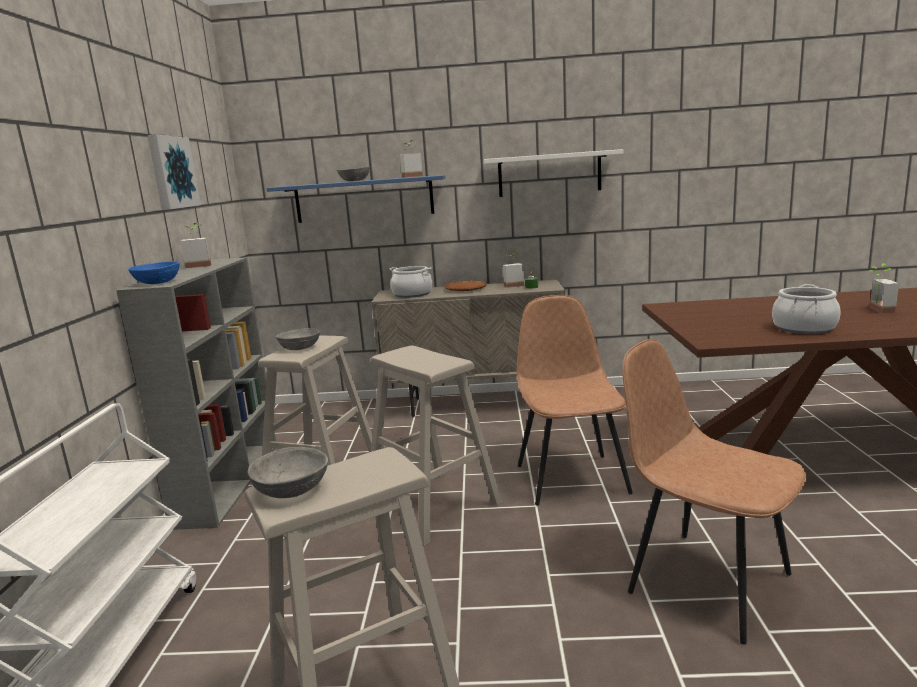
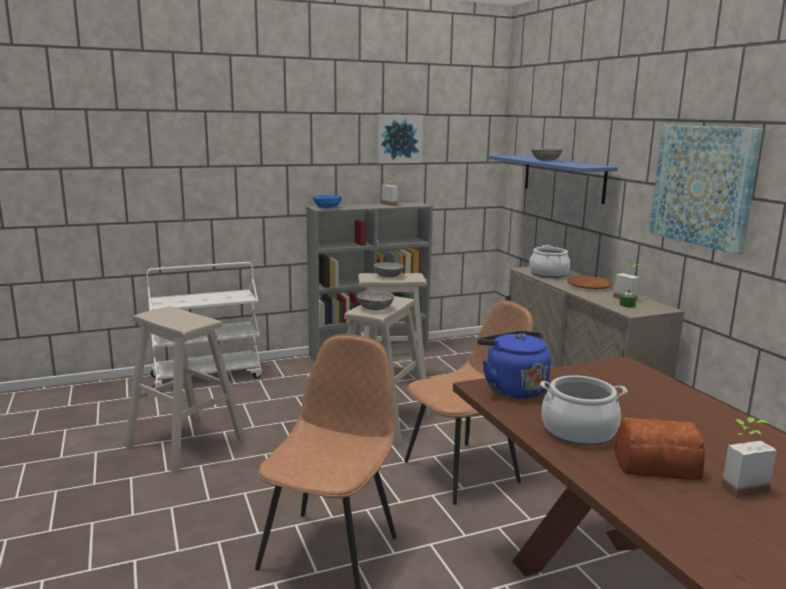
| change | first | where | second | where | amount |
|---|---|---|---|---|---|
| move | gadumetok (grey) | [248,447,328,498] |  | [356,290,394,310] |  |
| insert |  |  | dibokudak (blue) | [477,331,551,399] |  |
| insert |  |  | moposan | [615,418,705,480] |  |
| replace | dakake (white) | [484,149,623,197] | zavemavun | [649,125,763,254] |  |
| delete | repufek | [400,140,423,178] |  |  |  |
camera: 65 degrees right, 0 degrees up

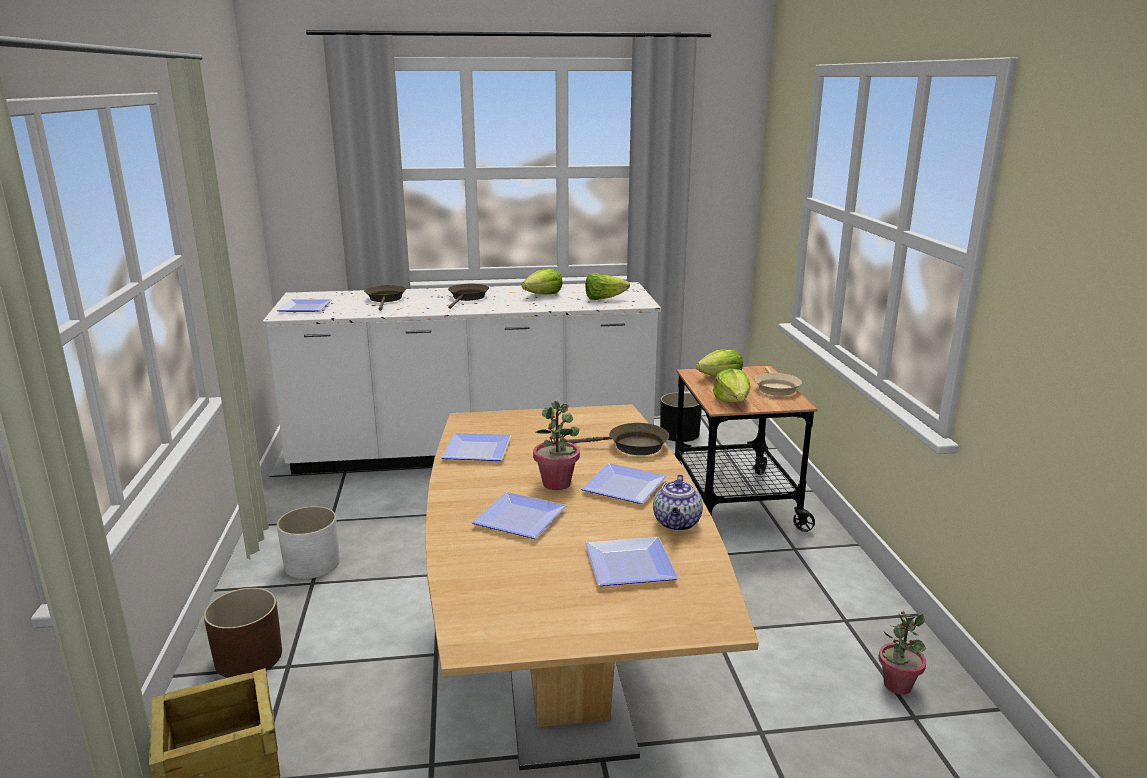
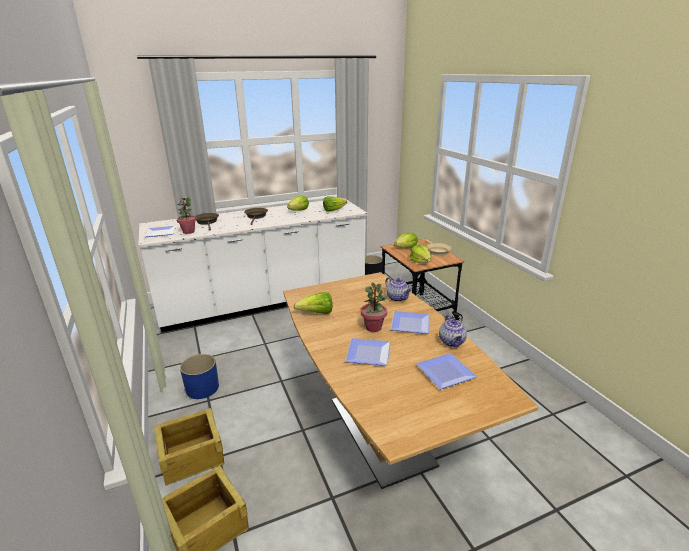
| change | first | where | second | where | amount |
|---|---|---|---|---|---|
| replace | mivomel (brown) | [204,588,282,678] | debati | [154,408,224,485] |  |
| move | repufek | [879,611,926,695] |  | [177,197,196,234] |  |
| recolor | mivomel (white) | [277,506,340,579] | mivomel (blue) | [180,354,219,399] |  |
| replace | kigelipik | [441,433,511,461] | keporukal | [294,292,332,314] |  |
| replace | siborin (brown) | [567,423,669,455] | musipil | [385,277,411,302] |  |
camera: 15 degrees left, 5 degrees up

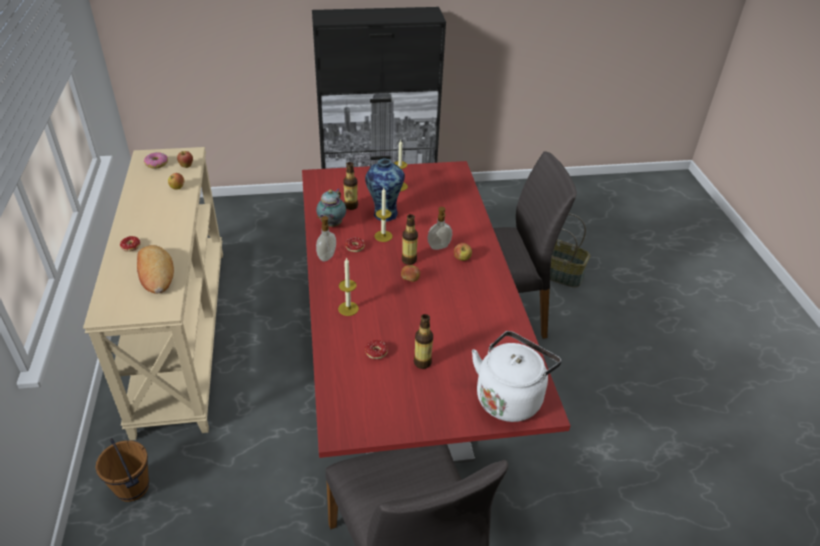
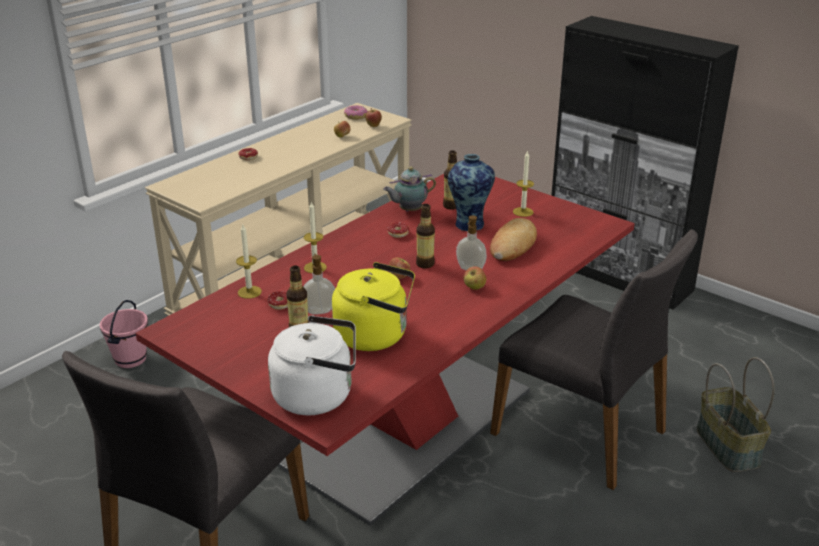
| change | first | where | second | where | amount |
|---|---|---|---|---|---|
| recolor | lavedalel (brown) | [96,438,149,502] | lavedalel (pink) | [100,300,148,368] |  |
| move | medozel | [375,188,392,242] |  | [236,225,262,299] |  |
| move | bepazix | [316,216,336,261] |  | [304,254,335,315] |  |
| insert |  |  | dibokudak (yellow) | [332,262,415,351] |  |
| move | moposan | [137,245,174,294] |  | [490,218,537,261] |  |
camera: 50 degrees right, 10 degrees down

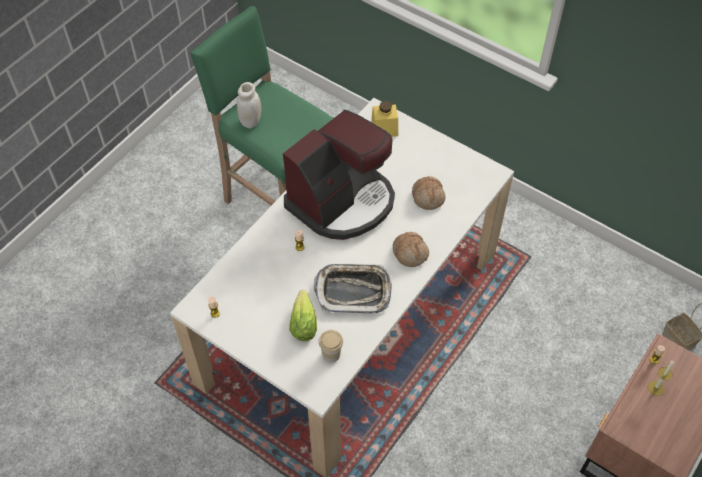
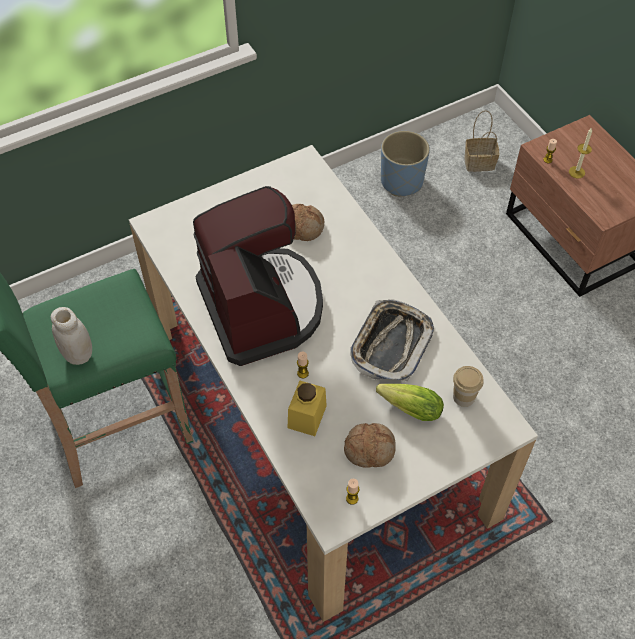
| change | first | where | second | where | amount |
|---|---|---|---|---|---|
| move | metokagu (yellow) | [371,101,398,137] |  | [288,381,327,436] |  |
| move | moposan | [393,232,429,267] |  | [344,423,396,468] |  |
| insert |  |  | mivomel (blue) | [381,131,430,196] |  |
camera: 65 degrees left, 0 degrees up

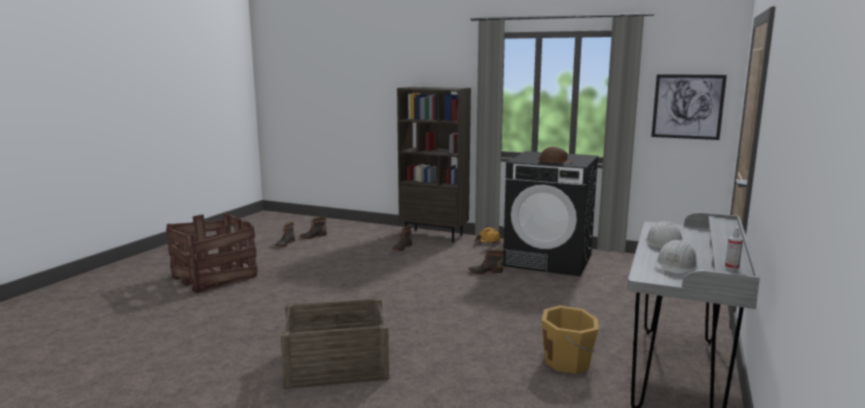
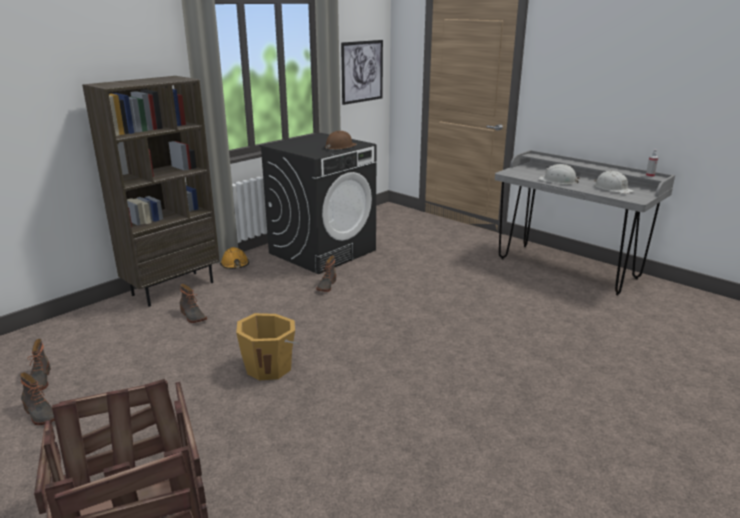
| change | first | where | second | where | amount |
|---|---|---|---|---|---|
| move | lavedalel (orange) | [542,305,599,374] |  | [236,313,299,381] |  |
| delete | debati | [280,297,390,389] |  |  |  |
camera: 70 degrees left, 10 degrees up

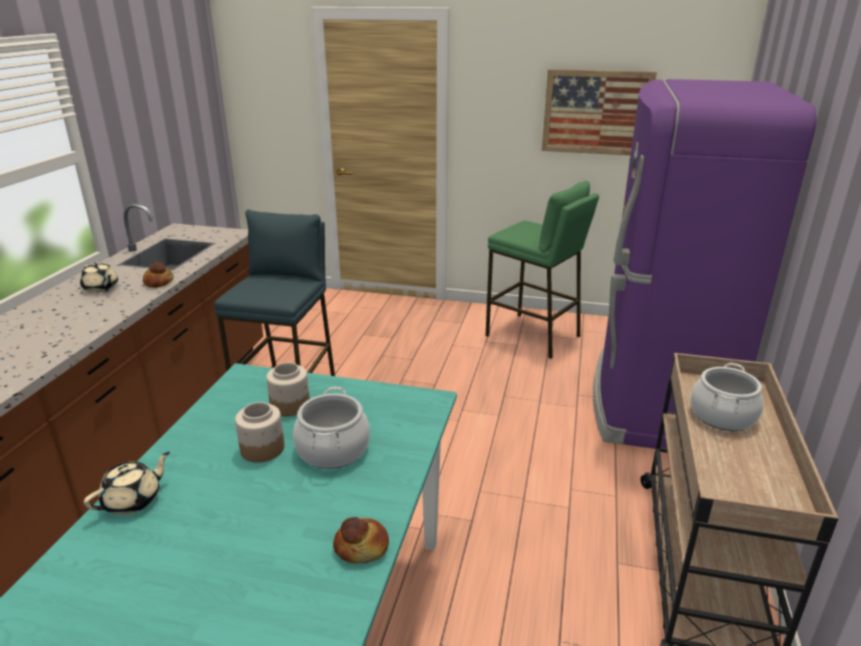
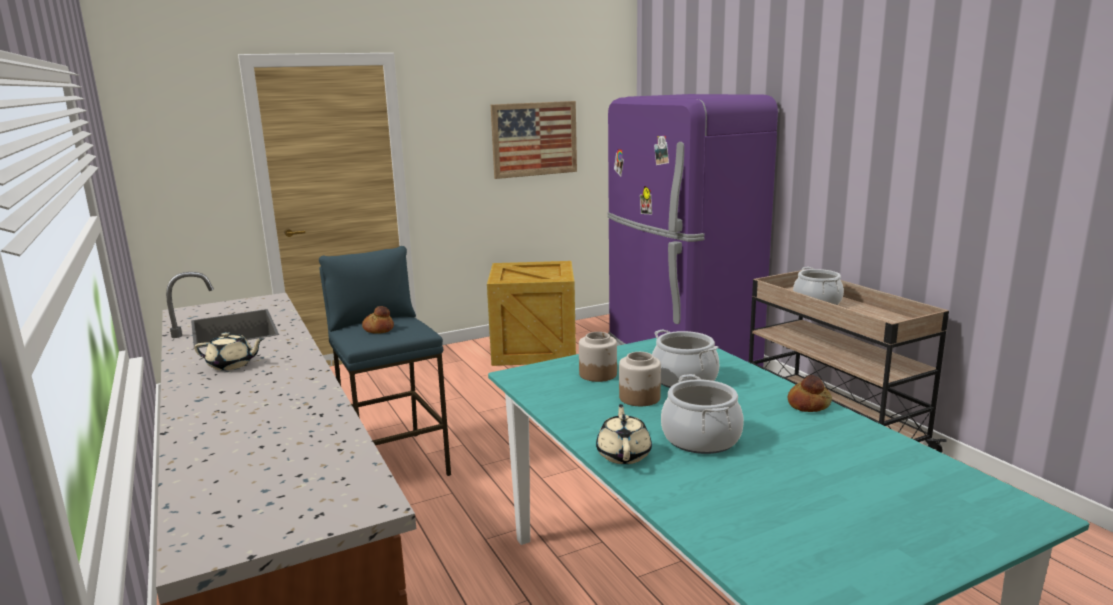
| change | first | where | second | where | amount |
|---|---|---|---|---|---|
| move | moposan | [143,261,173,288] |  | [362,306,394,334] |  |
| replace | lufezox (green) | [486,181,599,359] | debati | [487,261,576,366] |  |
| insert |  |  | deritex | [661,374,744,454] |  |
camera: 40 degrees left, 10 degrees down

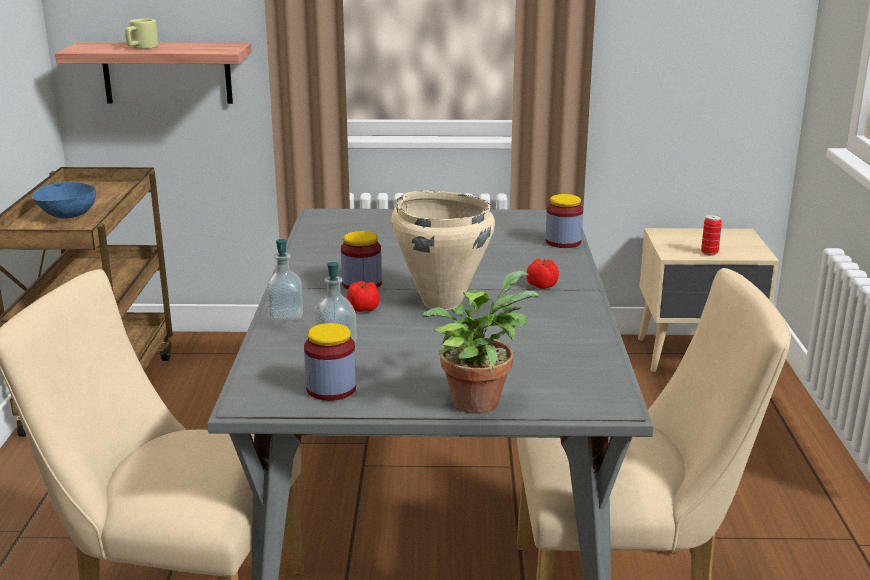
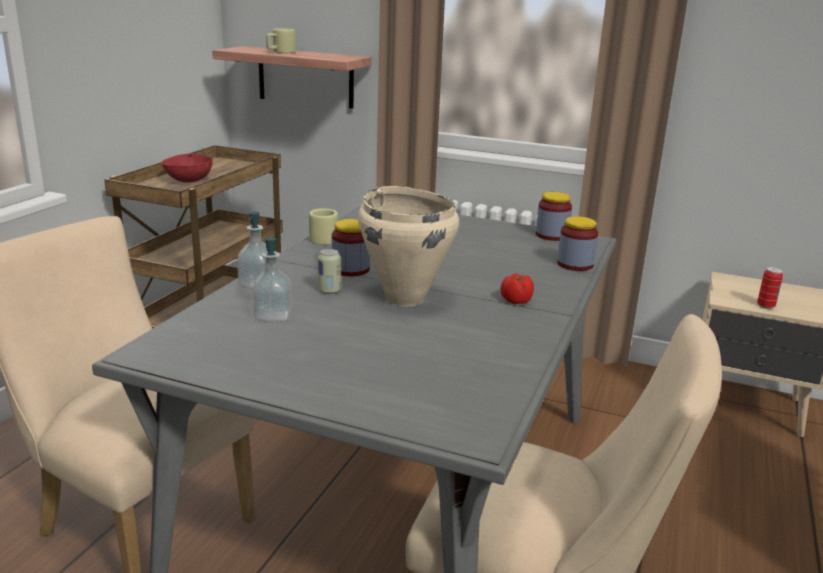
| change | first | where | second | where | amount |
|---|---|---|---|---|---|
| recolor | gadumetok (blue) | [32,182,96,219] | gadumetok (red) | [161,154,213,183] |  |
| insert |  |  | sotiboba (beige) | [309,208,338,245] |  |
| replace | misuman | [347,281,379,312] | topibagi | [318,249,341,294] |  |
| move | metokagu | [304,323,356,401] |  | [536,192,572,241] |  |
| delete | repufek | [422,271,538,414] |  |  |  |
camera: 20 degrees right, 0 degrees up

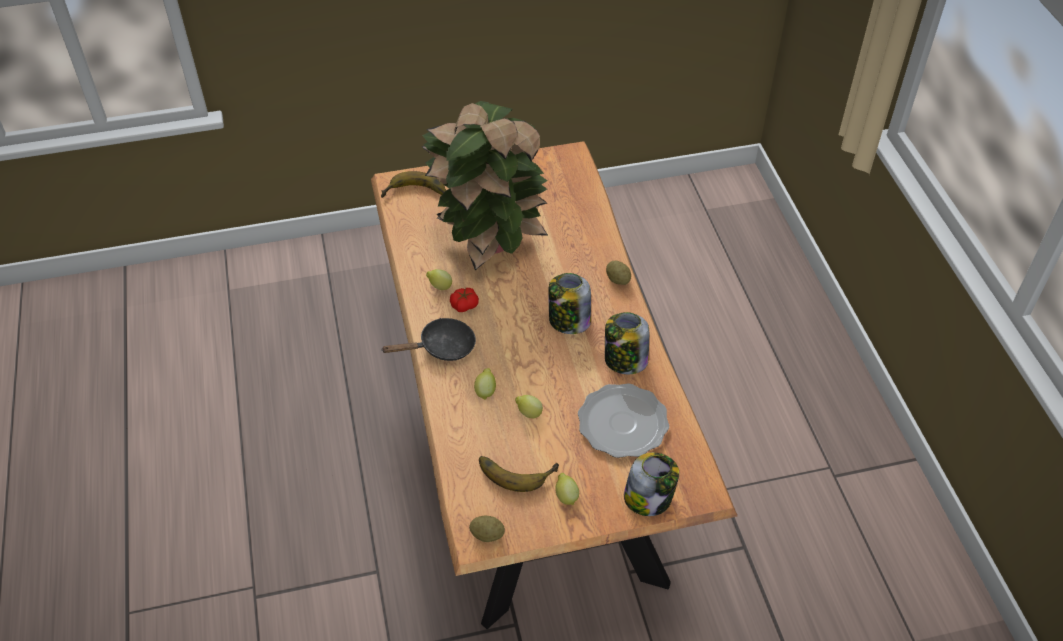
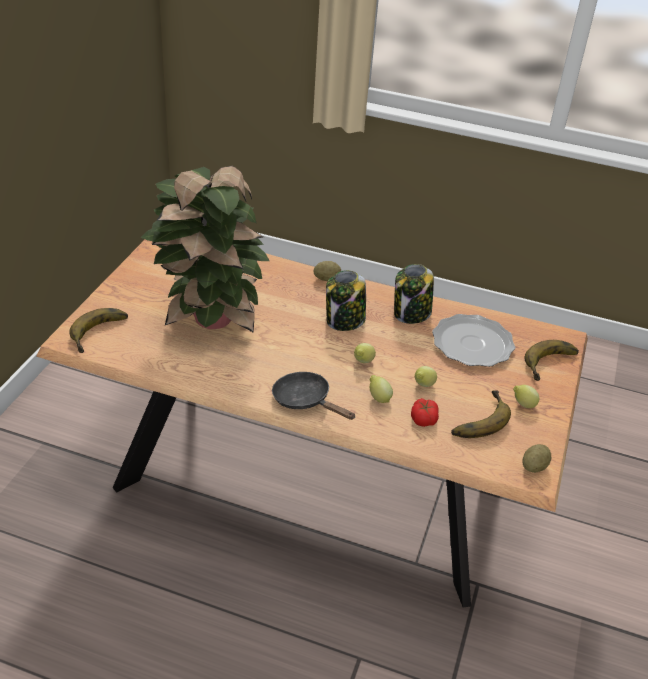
| change | first | where | second | where | amount |
|---|---|---|---|---|---|
| rotate | siborin (black) | [382,318,476,361] |  | [272,372,356,420] | 60 degrees counterclockwise |
| move | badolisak | [426,269,452,290] |  | [354,343,376,363] |  |
| move | misuman | [450,288,479,312] |  | [411,398,439,427] |  |
| replace | metokagu | [624,453,679,516] | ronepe | [525,340,579,381] |  |
camera: 60 degrees left, 10 degrees down

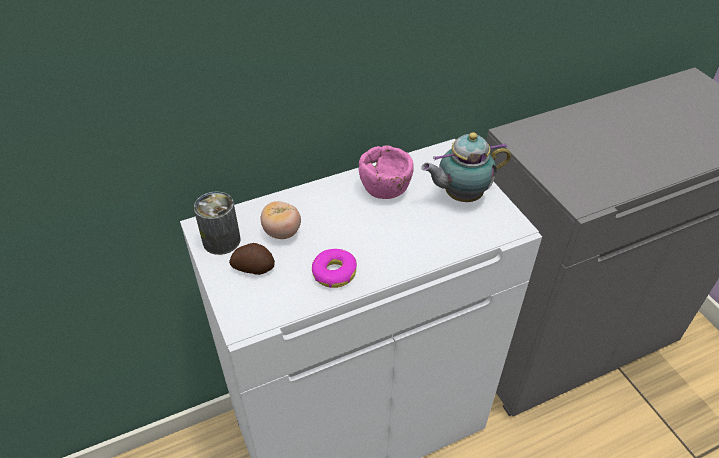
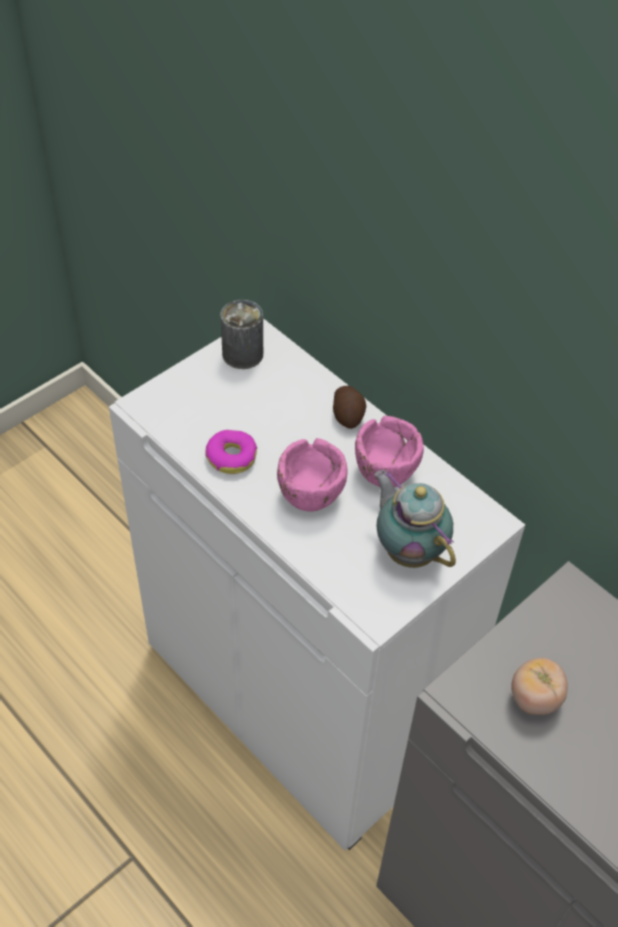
| change | first | where | second | where | amount |
|---|---|---|---|---|---|
| insert |  |  | gadumetok (pink) | [277,438,348,511] |  |
| move | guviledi | [229,243,275,275] |  | [333,386,366,429] |  |
| move | misuman | [261,201,301,239] |  | [511,658,568,715] |  |
camera: 70 degrees right, 5 degrees up

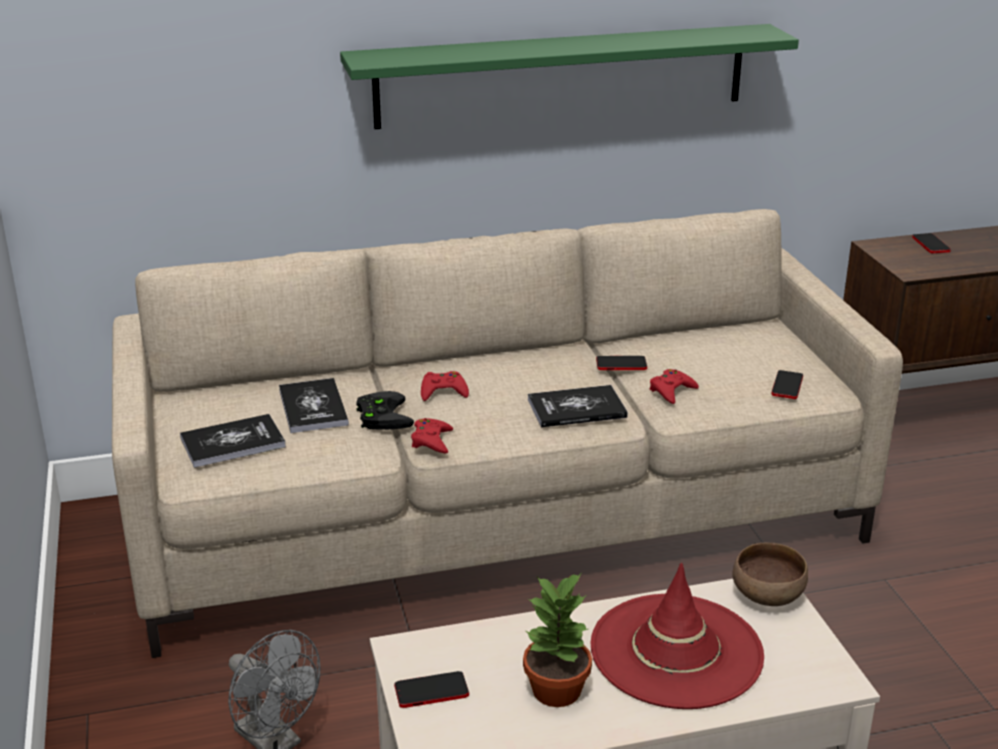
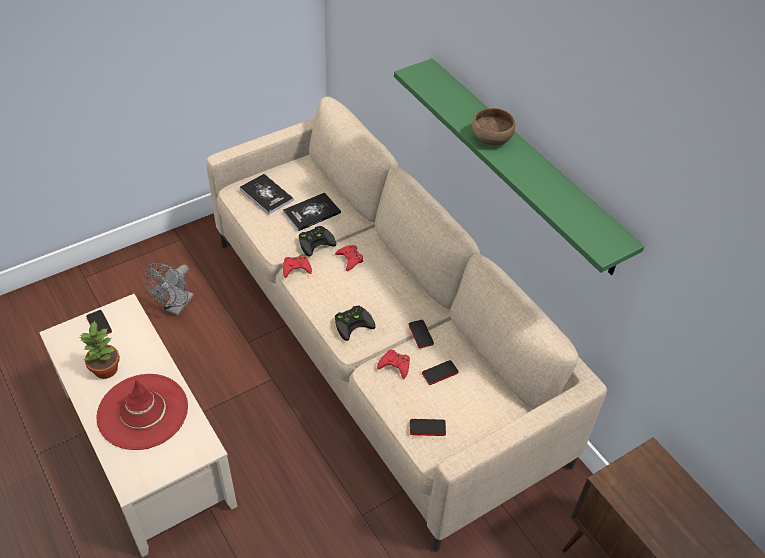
| change | first | where | second | where | amount |
|---|---|---|---|---|---|
| replace | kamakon | [528,385,628,427] | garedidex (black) | [335,305,376,341] |  |
| move | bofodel | [912,233,951,254] |  | [422,360,459,385] |  |
| move | gadumetok (brown) | [733,543,808,606] |  | [472,108,515,145] |  |
camera: 70 degrees right, 20 degrees up

